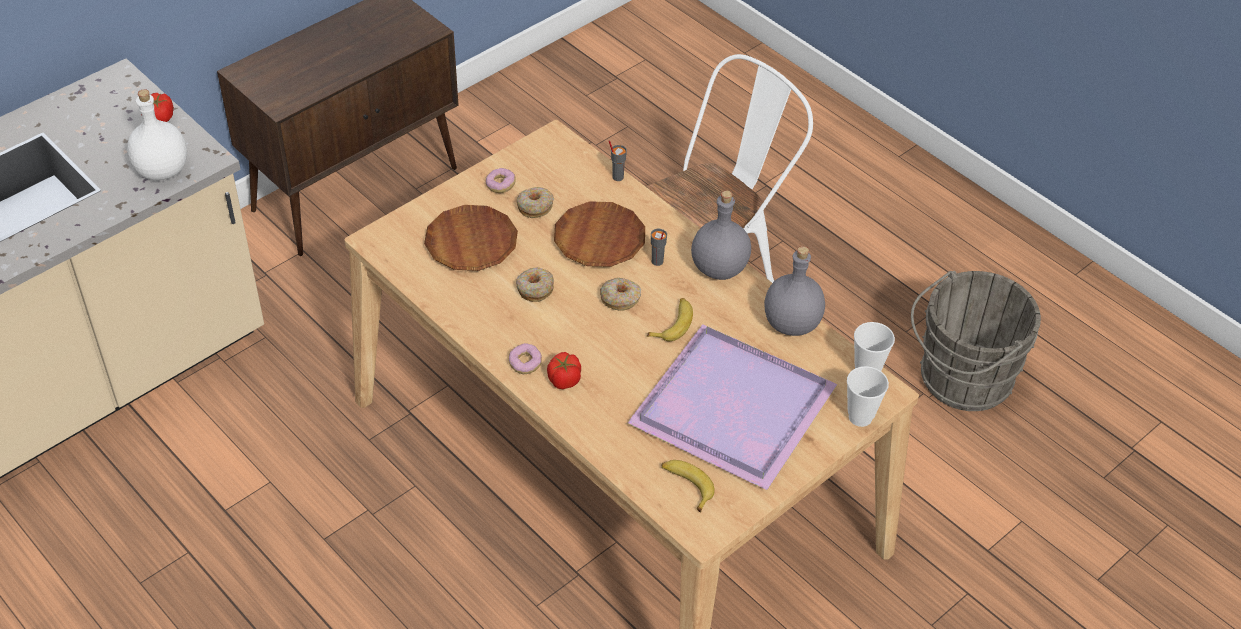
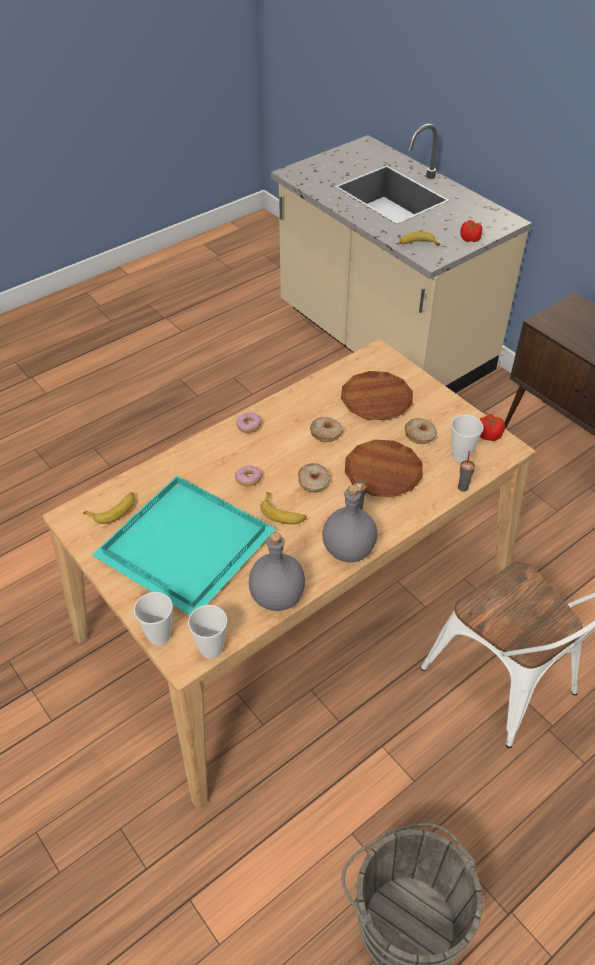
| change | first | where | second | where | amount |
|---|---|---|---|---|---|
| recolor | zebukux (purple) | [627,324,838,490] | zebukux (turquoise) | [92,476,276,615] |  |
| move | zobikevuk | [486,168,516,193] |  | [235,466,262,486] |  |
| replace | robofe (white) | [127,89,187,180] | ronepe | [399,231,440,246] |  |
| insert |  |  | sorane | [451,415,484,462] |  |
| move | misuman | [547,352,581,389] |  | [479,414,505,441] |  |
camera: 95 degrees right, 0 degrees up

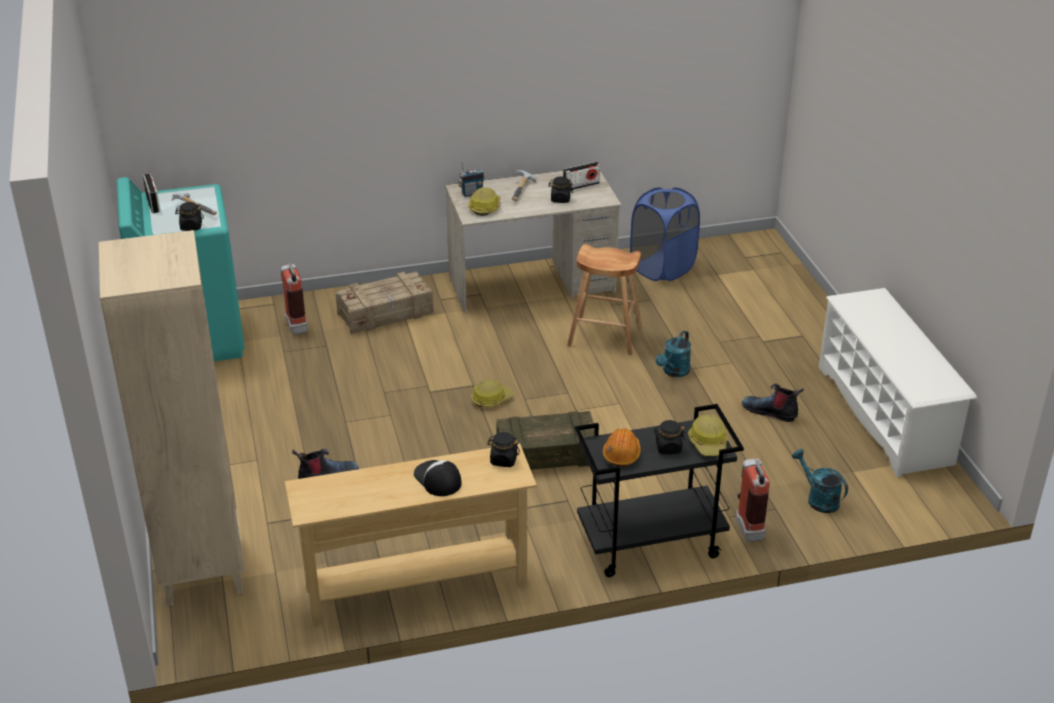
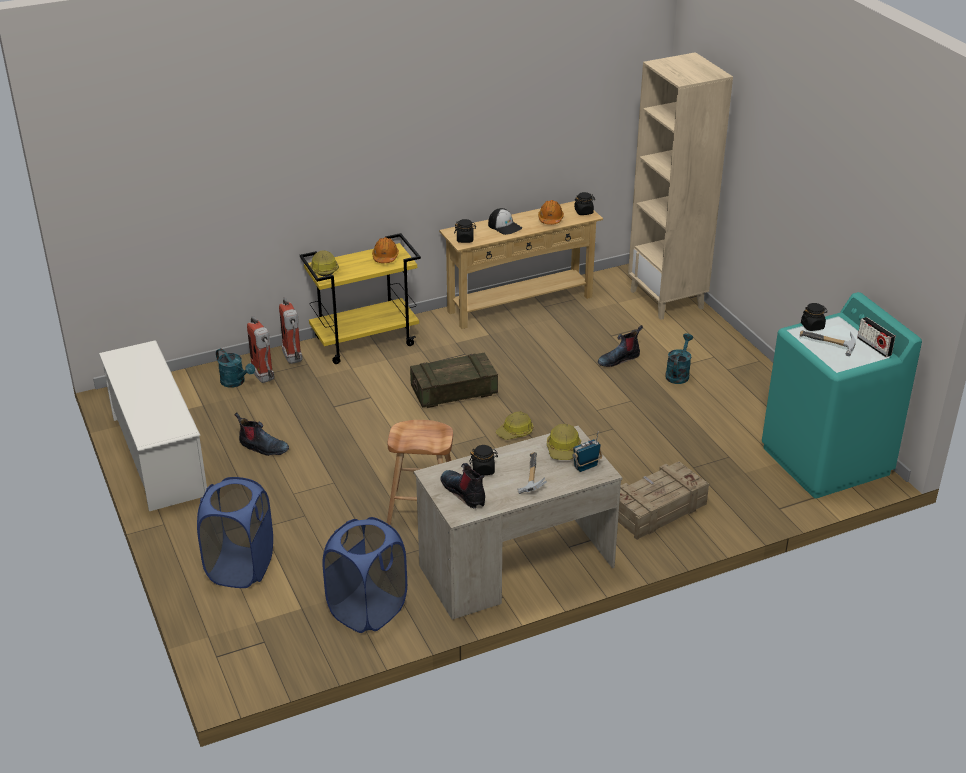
| change | first | where | second | where | amount |
|---|---|---|---|---|---|
| insert |  |  | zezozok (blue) | [197,477,273,588] |  |
| move | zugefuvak | [281,263,308,335] |  | [247,315,274,383] |  |
| recolor | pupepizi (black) | [575,404,744,577] | pupepizi (yellow) | [300,233,421,364] |  |
| replace | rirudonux | [563,162,600,190] | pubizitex | [440,463,485,508] |  |
| insert |  |  | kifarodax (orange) | [538,200,564,225] |  |
| move | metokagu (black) | [654,420,685,454] |  | [574,192,595,215] |  |
| move | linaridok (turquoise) | [656,331,691,377] |  | [665,333,693,384] |  |
camera: 170 degrees right, 0 degrees up

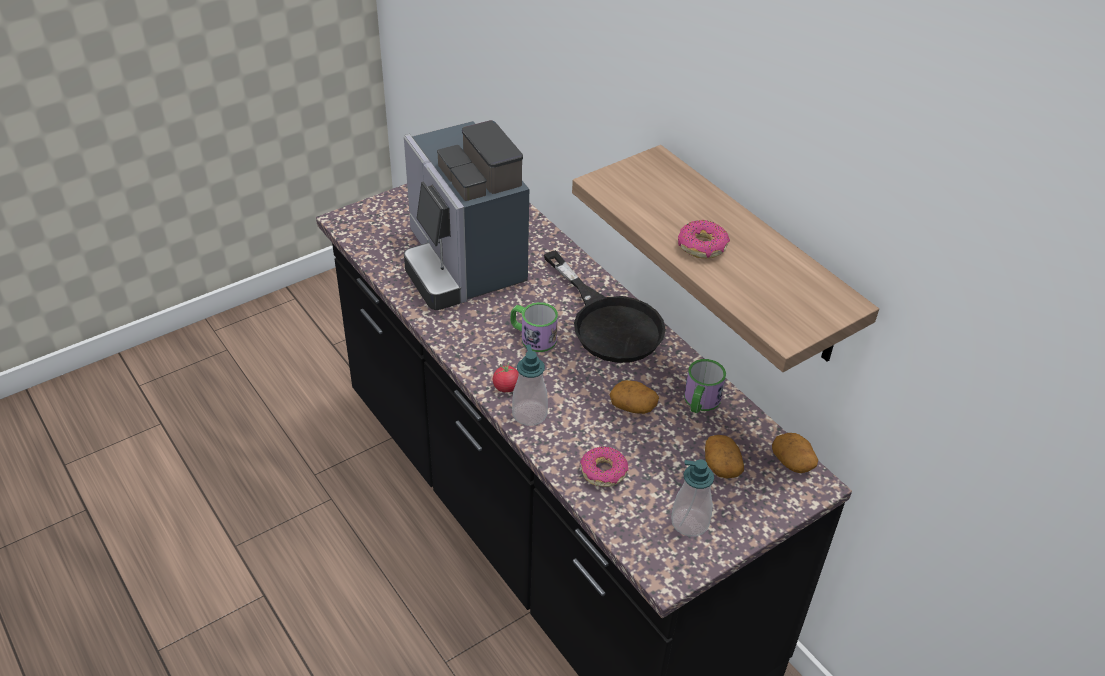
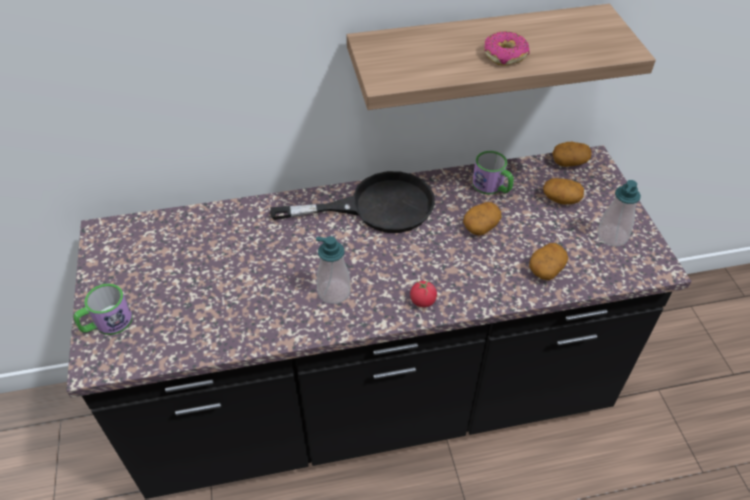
| change | first | where | second | where | amount |
|---|---|---|---|---|---|
| move | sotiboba | [510,302,558,352] |  | [73,283,132,335] |  |
| move | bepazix | [512,344,548,426] |  | [316,236,350,304] |  |
| replace | zobikevuk | [580,447,629,487] | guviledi | [529,243,568,280] |  |
| delete | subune | [404,120,529,310] |  |  |  |
camera: 65 degrees left, 5 degrees up

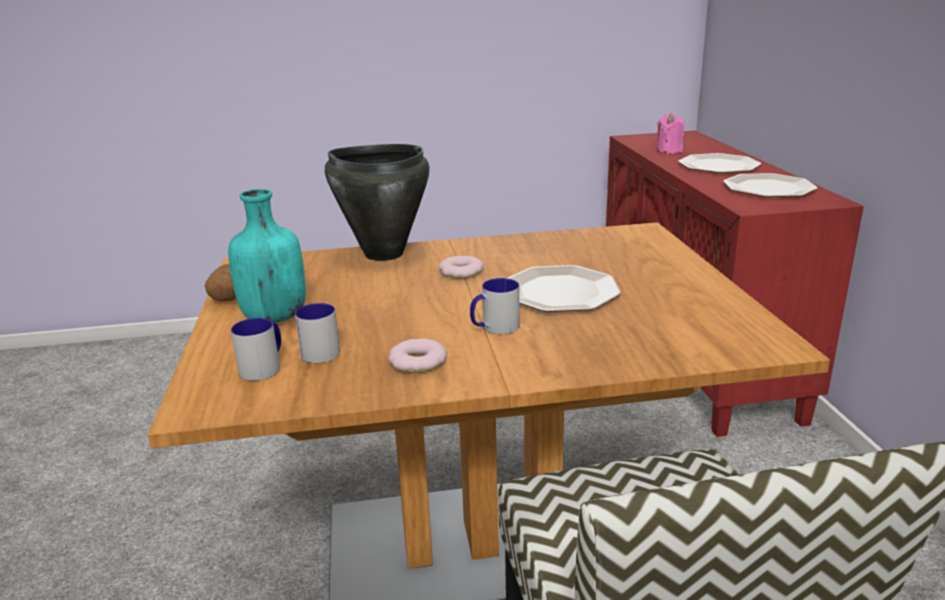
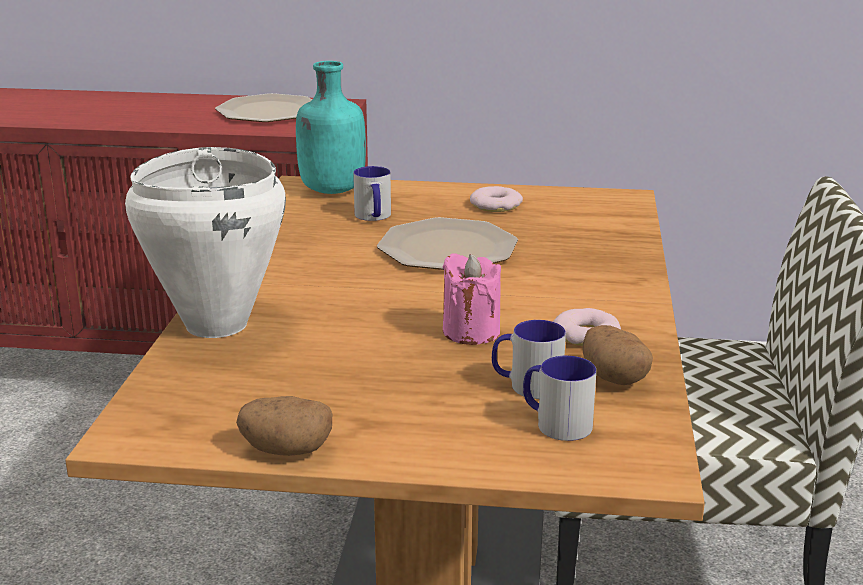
| change | first | where | second | where | amount |
|---|---|---|---|---|---|
| recolor | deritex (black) | [325,144,430,261] | deritex (white) | [125,147,286,338] |  |
| move | robofe (turquoise) | [228,189,306,323] |  | [296,61,366,194] |  |
| move | sotiboba | [470,278,520,334] |  | [353,166,391,221] |  |
| move | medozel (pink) | [657,113,684,154] |  | [443,253,501,345] |  |
| move | zobikevuk | [439,256,484,279] |  | [470,186,523,212] |  |
| insert |  |  | guviledi | [583,325,653,385] |  |
| delete | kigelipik | [678,153,762,173] |  |  |  |
camera: 75 degrees left, 0 degrees up

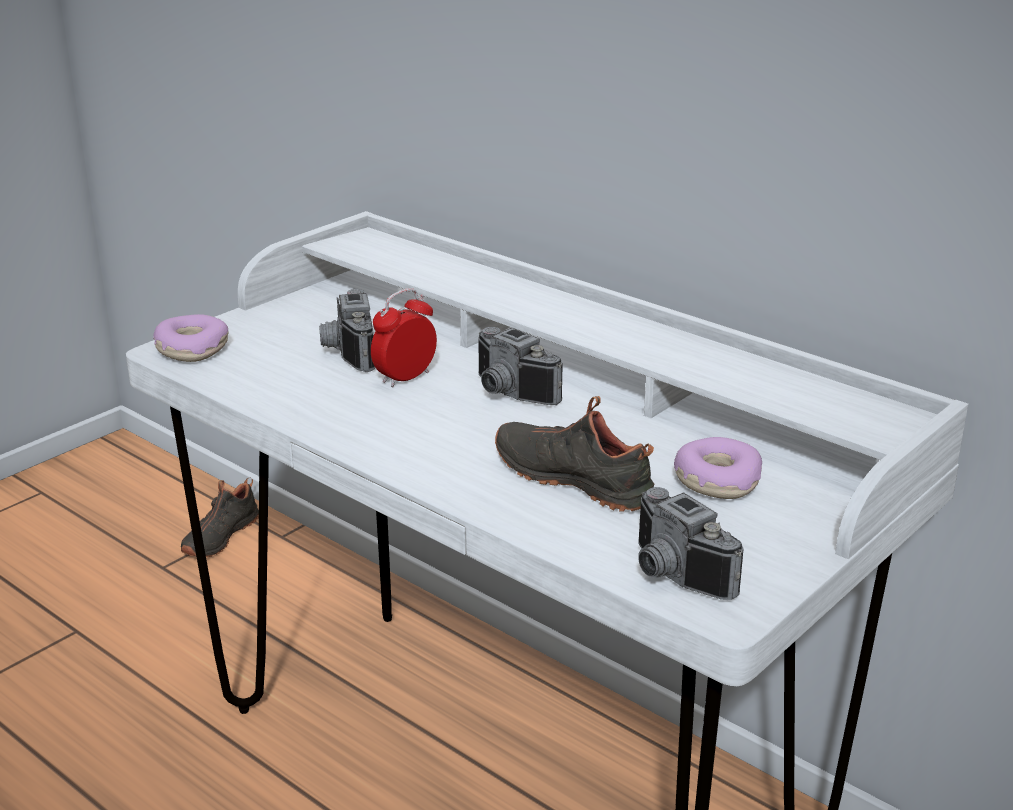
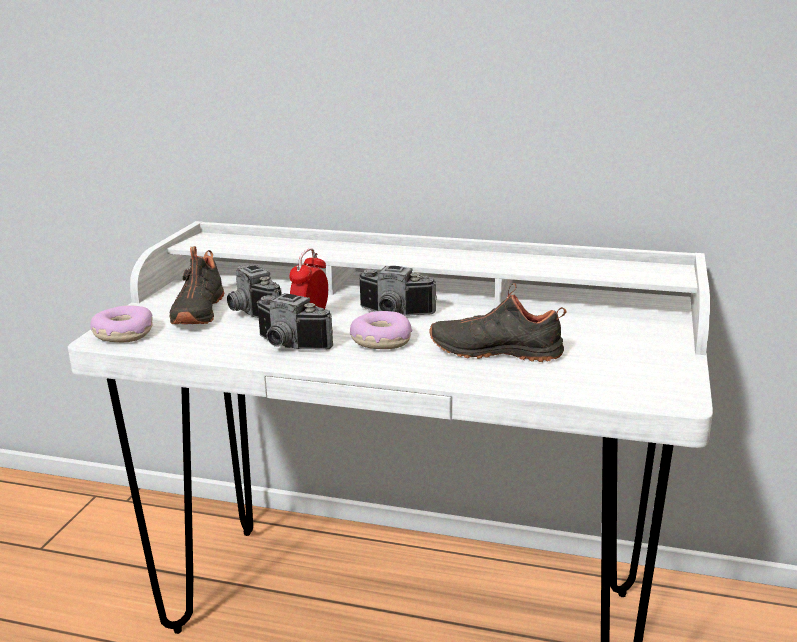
| change | first | where | second | where | amount |
|---|---|---|---|---|---|
| move | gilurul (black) | [181,477,259,557] |  | [170,246,224,324] |  |
| move | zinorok | [638,487,744,600] |  | [257,293,333,350] |  |
| move | zobikevuk | [674,437,762,499] |  | [350,311,412,349] |  |
camera: 25 degrees left, 5 degrees down

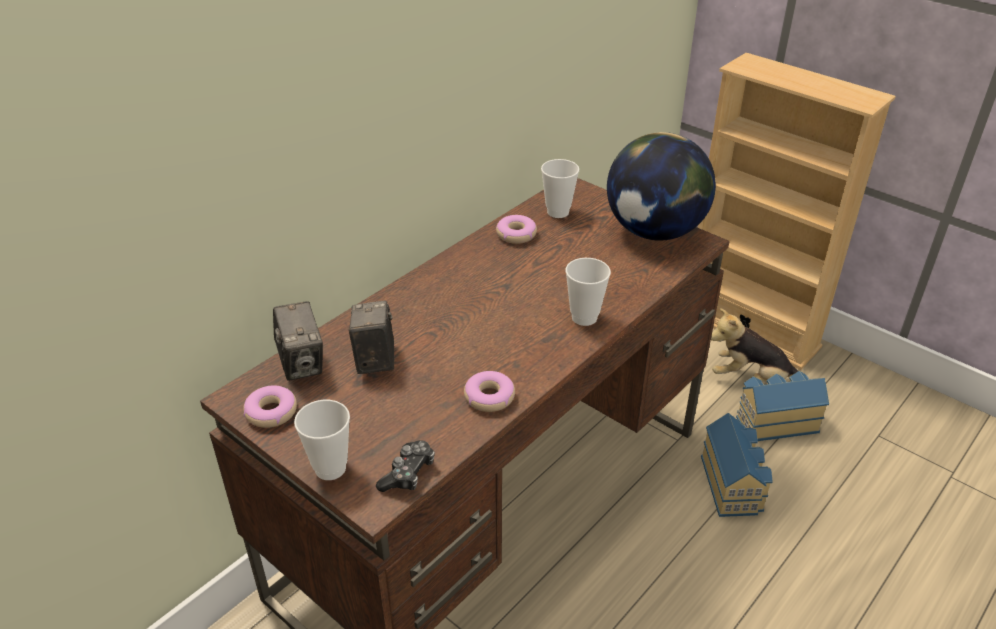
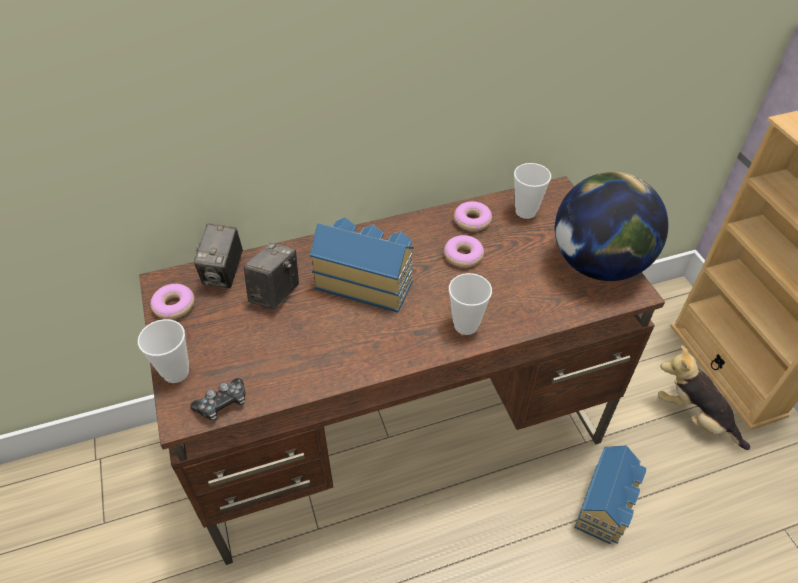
| change | first | where | second | where | amount |
|---|---|---|---|---|---|
| move | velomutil | [736,371,829,441] |  | [310,217,414,313] |  |
| move | zobikevuk | [464,371,515,412] |  | [444,235,484,268] |  |
camera: 30 degrees right, 10 degrees up

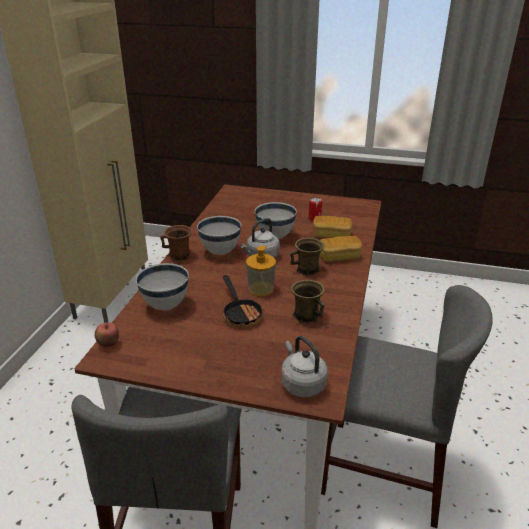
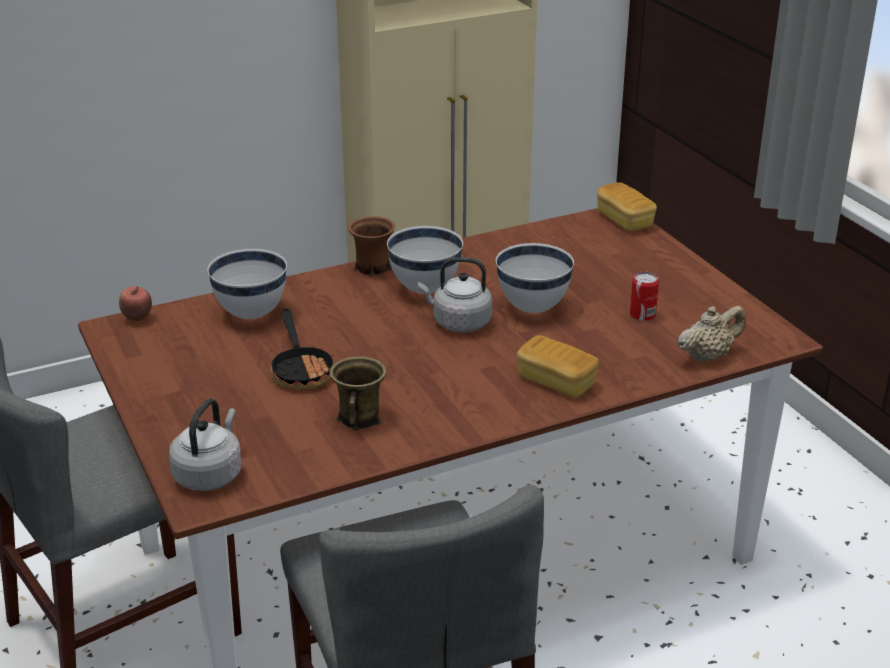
| change | first | where | second | where | amount |
|---|---|---|---|---|---|
| rotate | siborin | [222,275,263,327] |  | [270,308,335,389] | 45 degrees counterclockwise |
| move | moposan | [313,216,352,238] |  | [597,182,657,231] |  |
| insert |  |  | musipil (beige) | [677,306,746,363] |  |
| delete | bepazix | [246,246,276,296] |  |  |  |
| delete | sotiboba (brown) | [290,238,324,276] |  |  |  |
camera: 50 degrees right, 0 degrees up

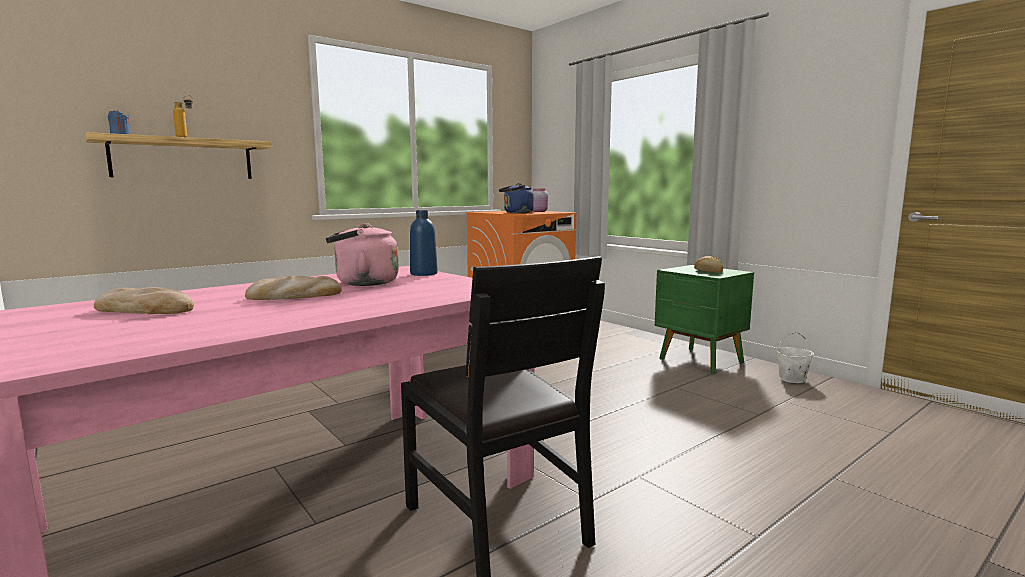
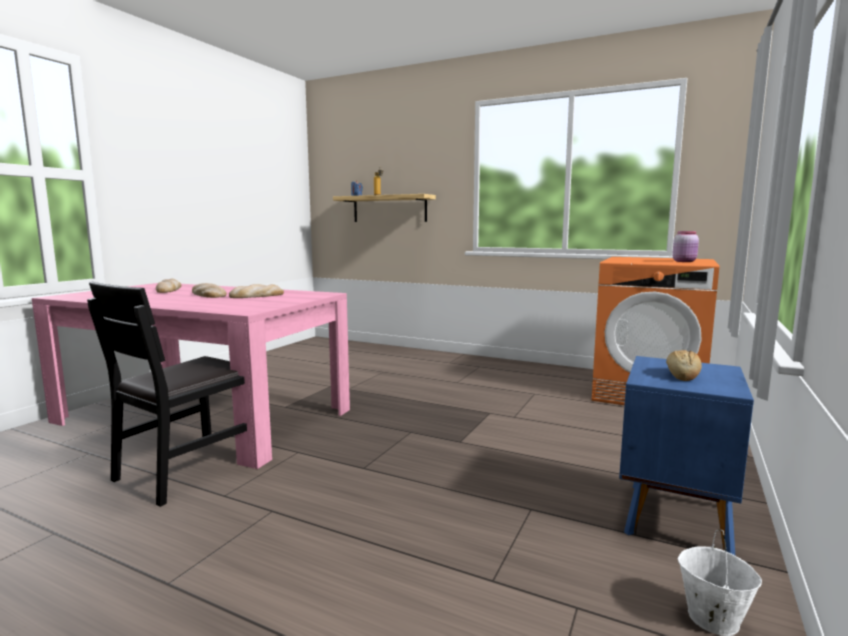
| change | first | where | second | where | amount |
|---|---|---|---|---|---|
| replace | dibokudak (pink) | [326,223,399,286] | moposan | [229,284,284,298] |  |
| recolor | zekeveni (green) | [655,265,754,374] | zekeveni (blue) | [619,356,754,555] |  |
| delete | robofe (blue) | [410,210,438,276] |  |  |  |
| delete | dibokudak (blue) | [499,183,534,213] |  |  |  |
camera: 65 degrees right, 0 degrees up

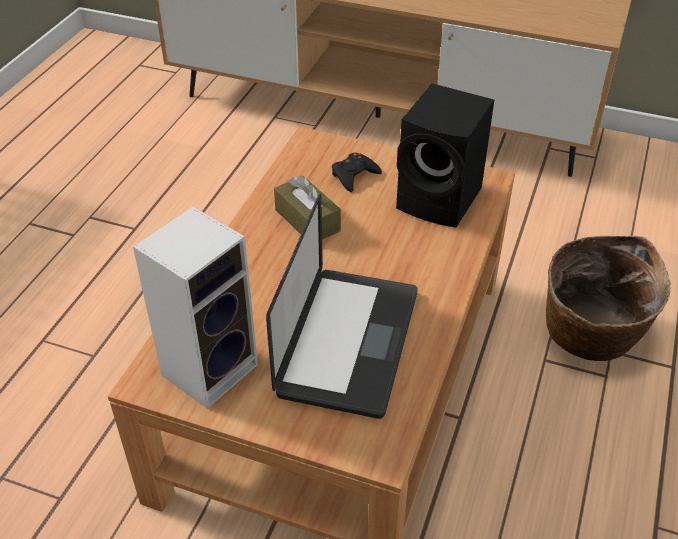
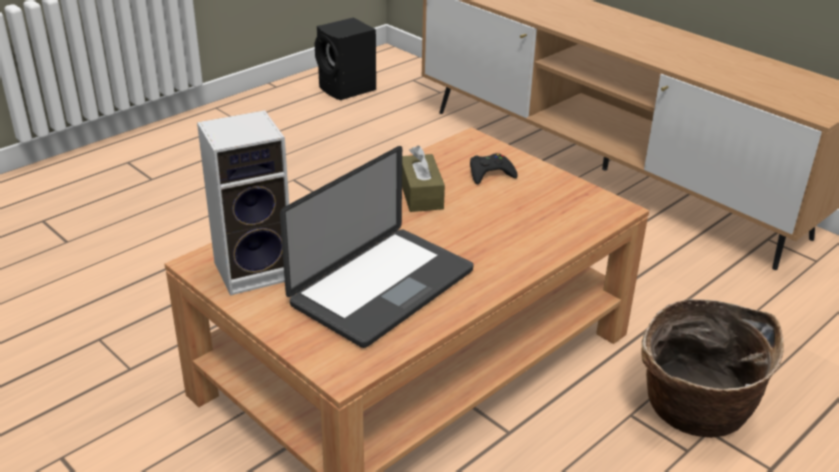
| change | first | where | second | where | amount |
|---|---|---|---|---|---|
| move | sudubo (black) | [396,83,494,228] |  | [315,17,376,100] |  |
camera: 25 degrees right, 10 degrees down

